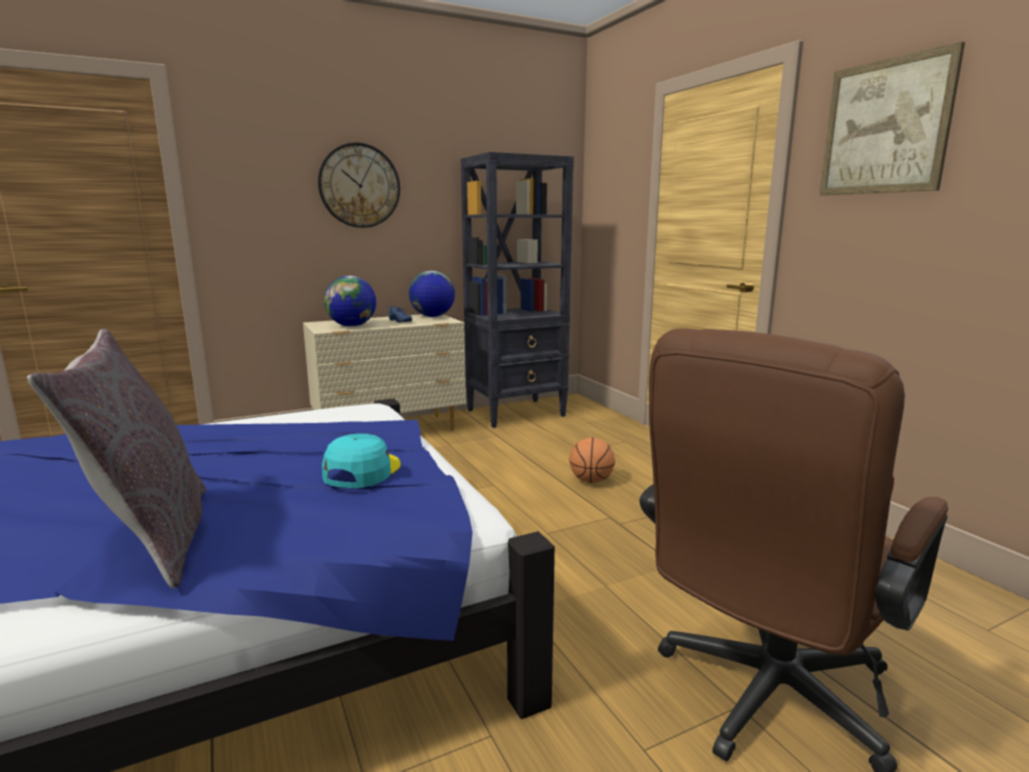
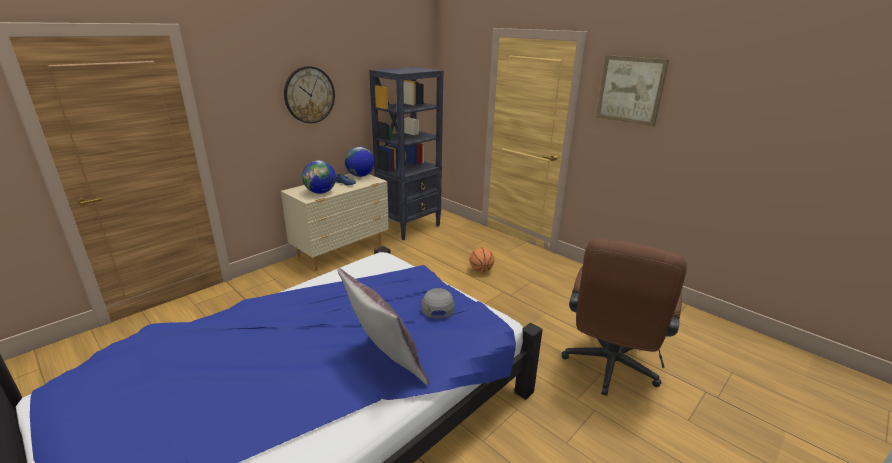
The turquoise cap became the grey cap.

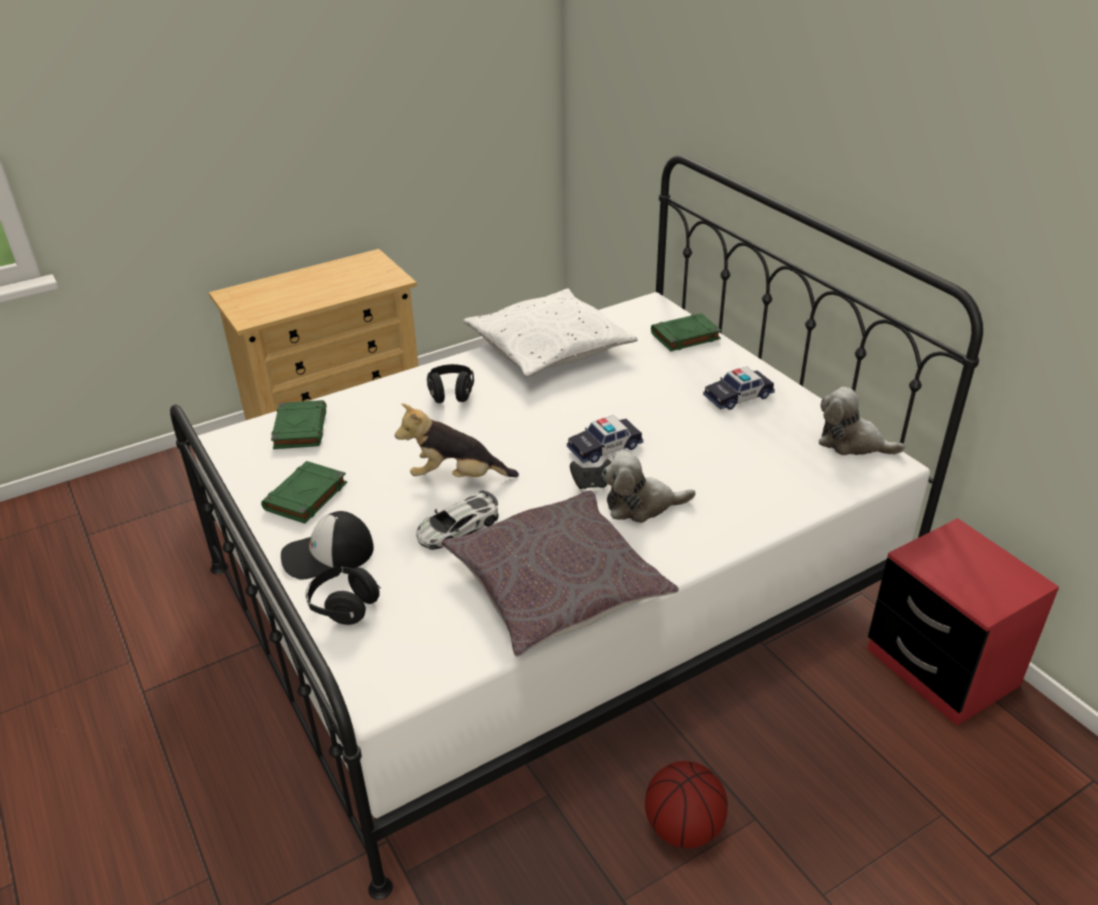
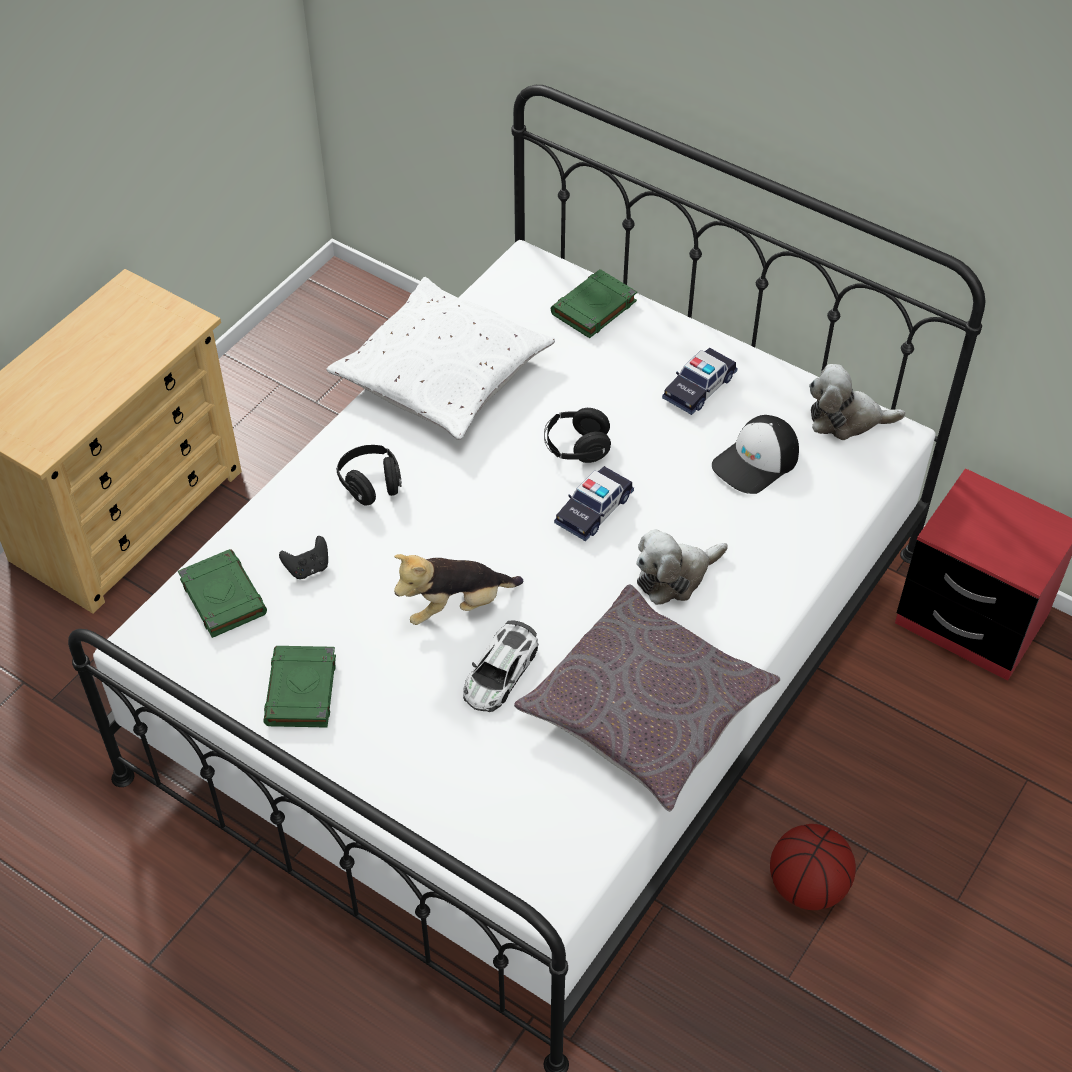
The black game controller moved.
The cap moved.
The black headphones (1st from left in the first image) moved.

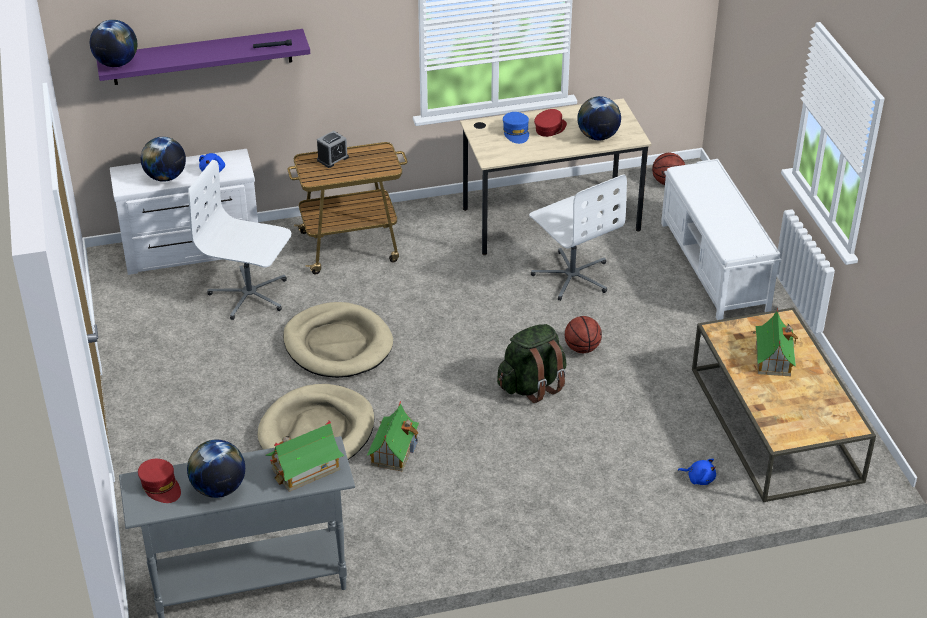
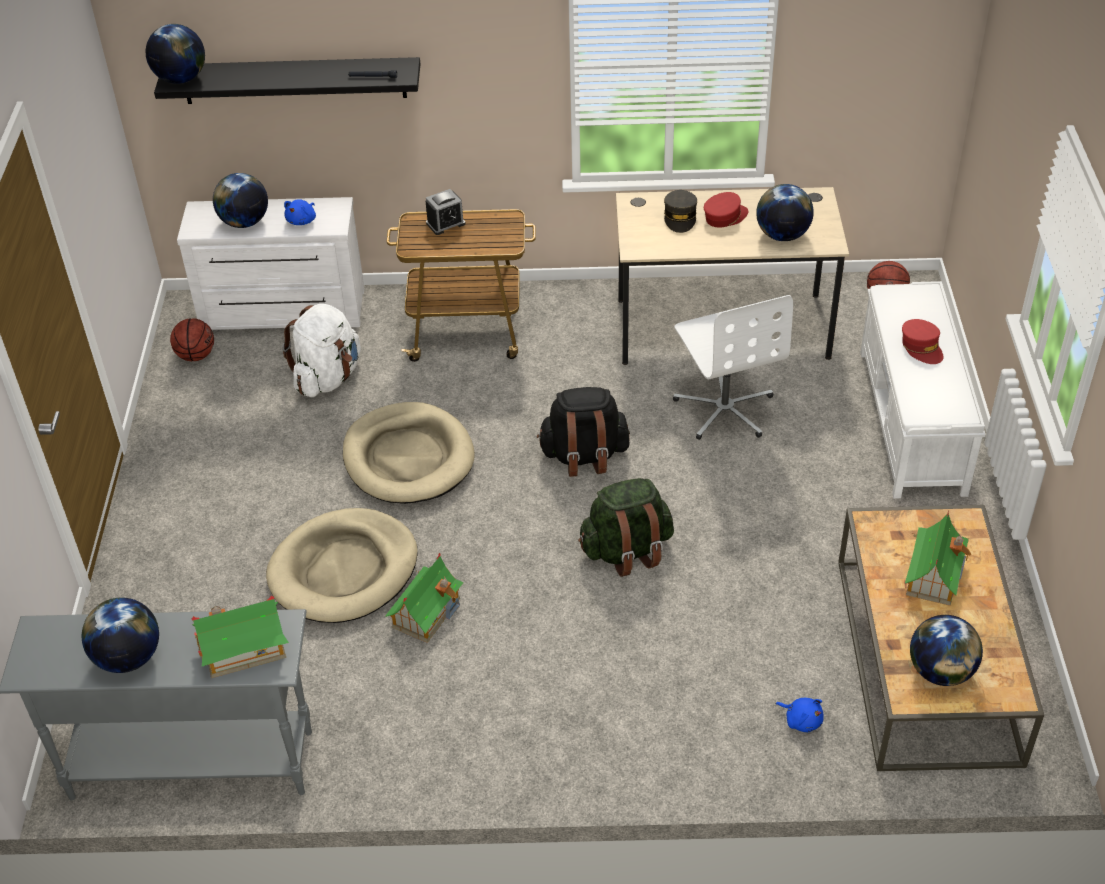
The purple shelf became the black shelf.
The blue cap became the grey cap.
The white office chair (1st from left) was replaced by the white backpack.
The basketball (1st from left) moved.
The red cap (1st from left in the first image) moved.
The black backpack appeared.
The globe (5th from left) appeared.

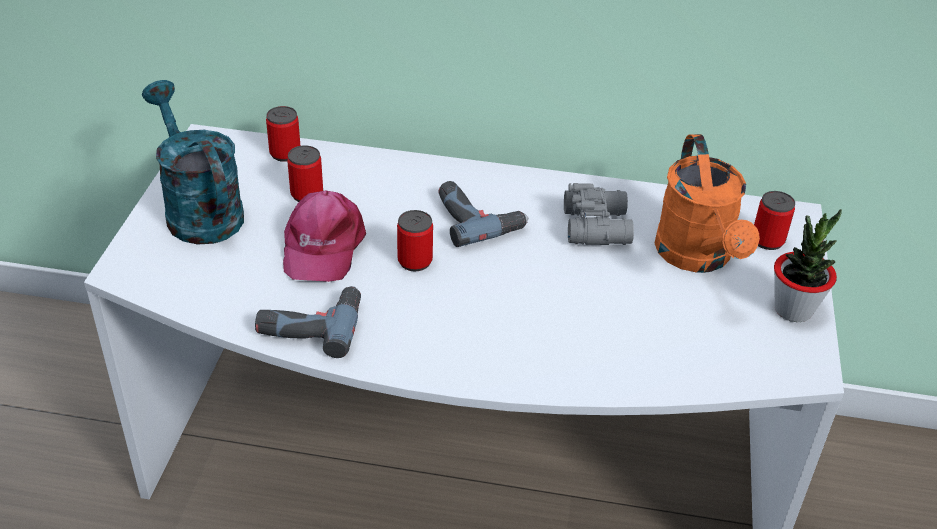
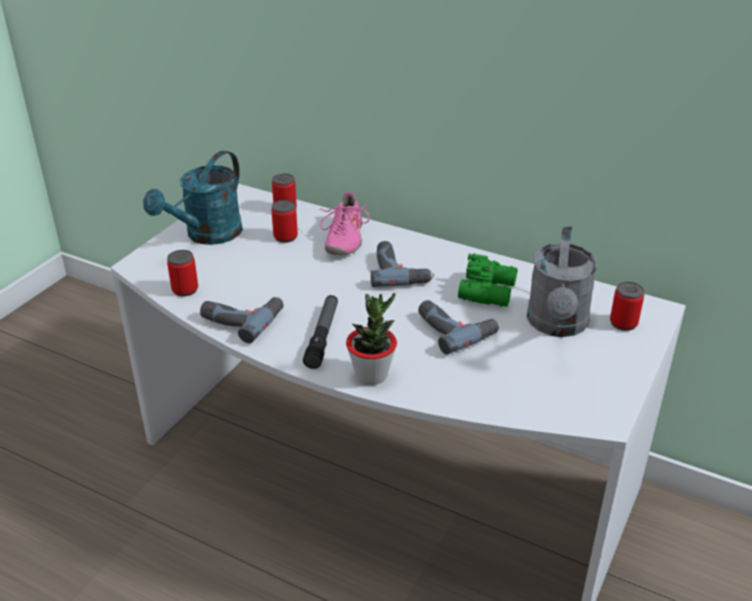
The turquoise watering can turned 135 degrees counterclockwise.
The orange watering can became the grey watering can.
The grey binoculars became the green binoculars.
The pink cap disappeared.
The potted plant moved.
The can (3rd from left in the first image) moved.
The pink shoe appeared.
The flashlight appeared.
The power drill (3rd from left) appeared.

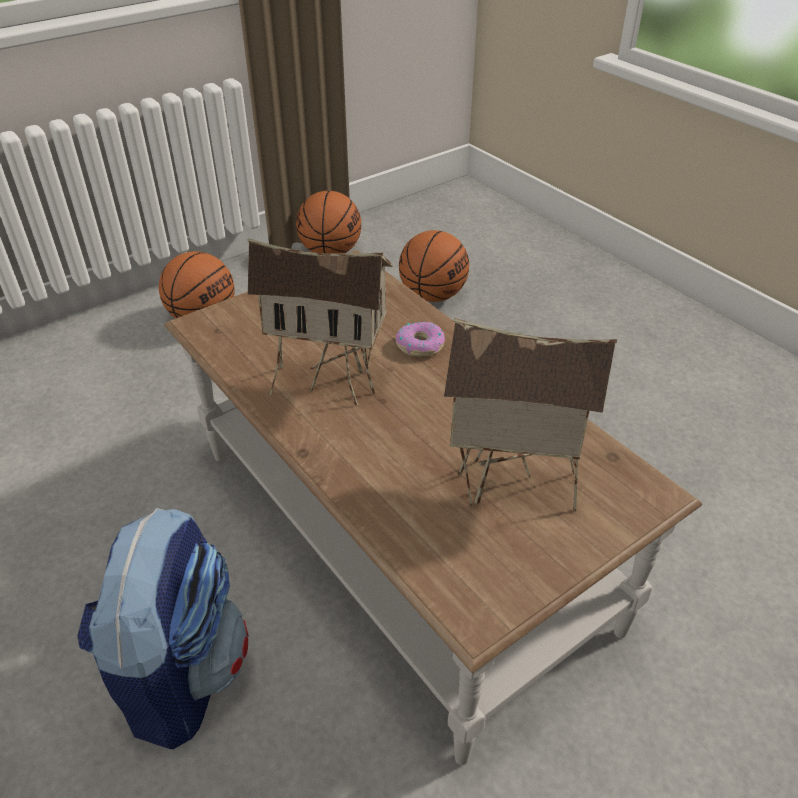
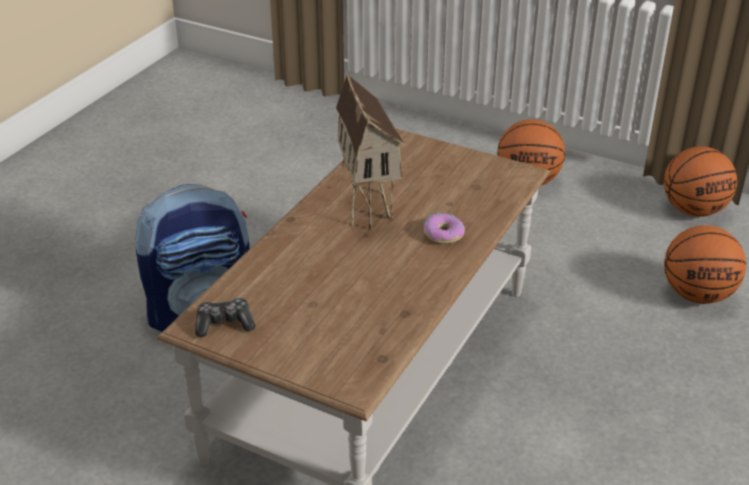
The toy house (2nd from left) disappeared.
The game controller appeared.

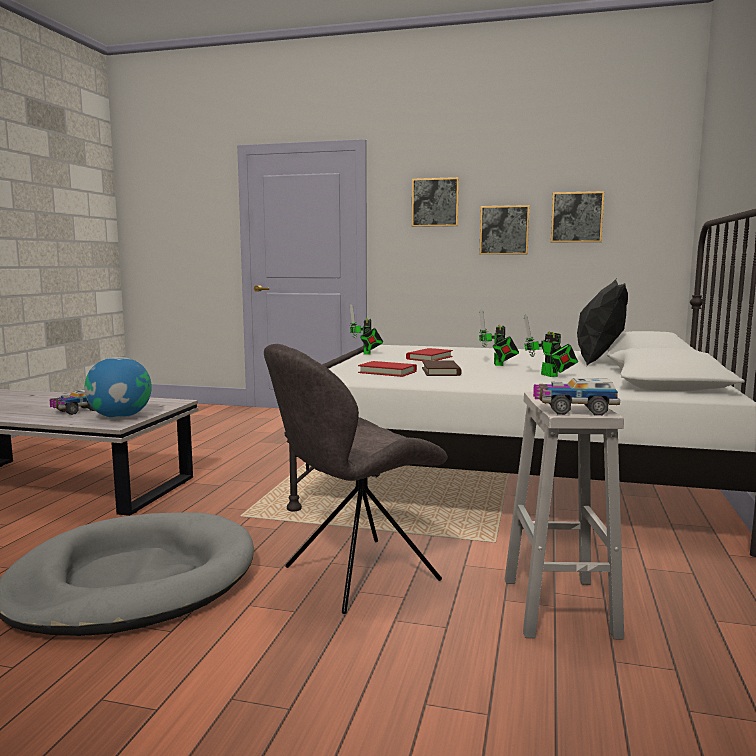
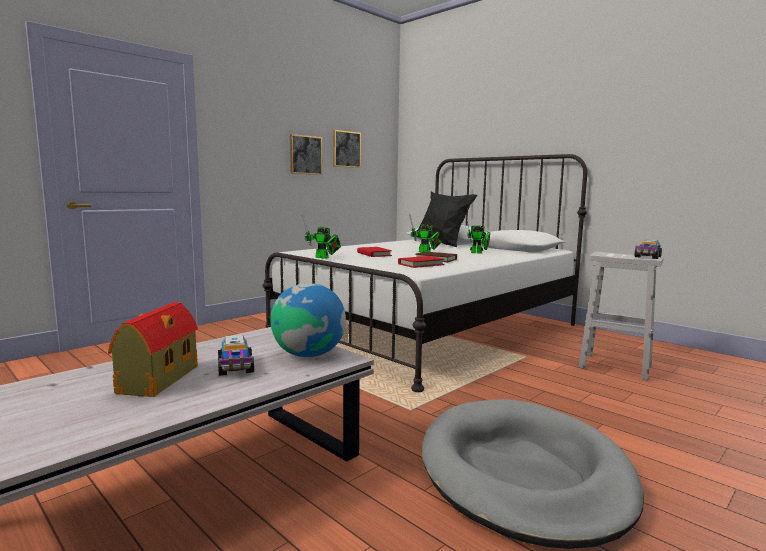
The picture (1st from left) disappeared.
The grey chair disappeared.
The toy house appeared.

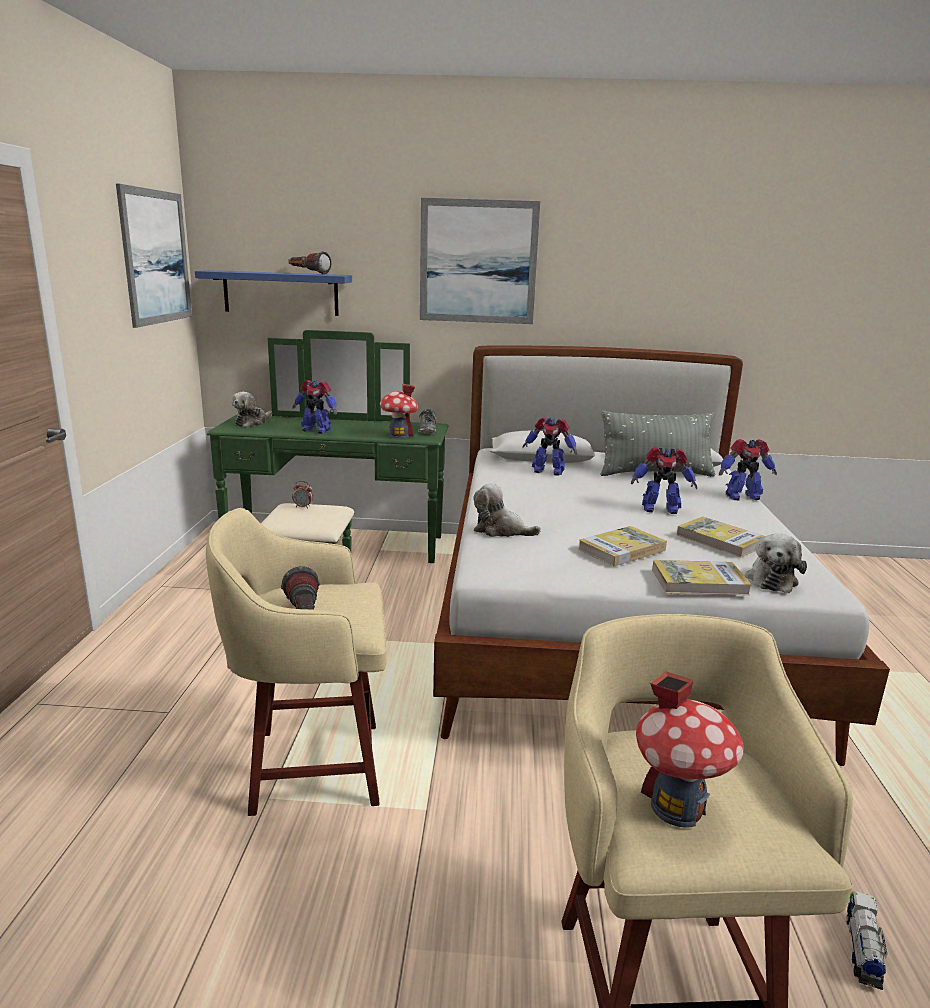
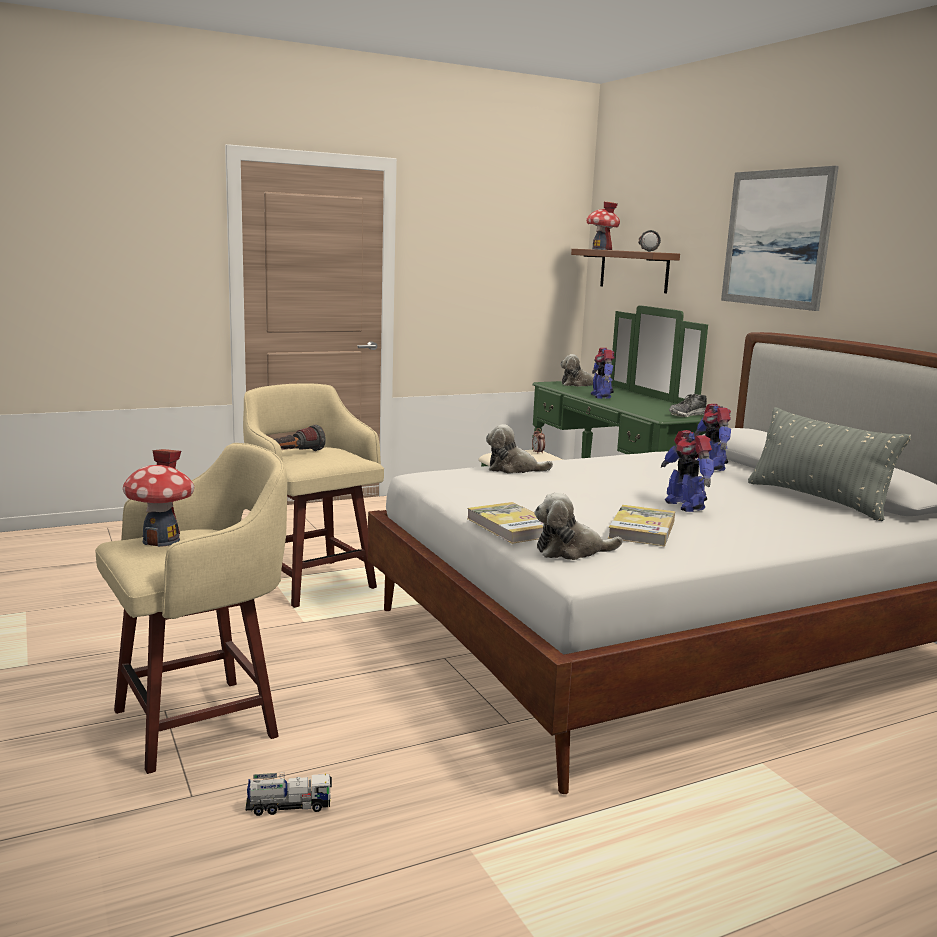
The picture (1st from left) disappeared.
The blue shelf became the brown shelf.
The toy house (1st from left in the first image) moved.
The toy robot (4th from left) disappeared.
The plush toy (2nd from left in the first image) turned 75 degrees counterclockwise.
The book (1st from left) disappeared.

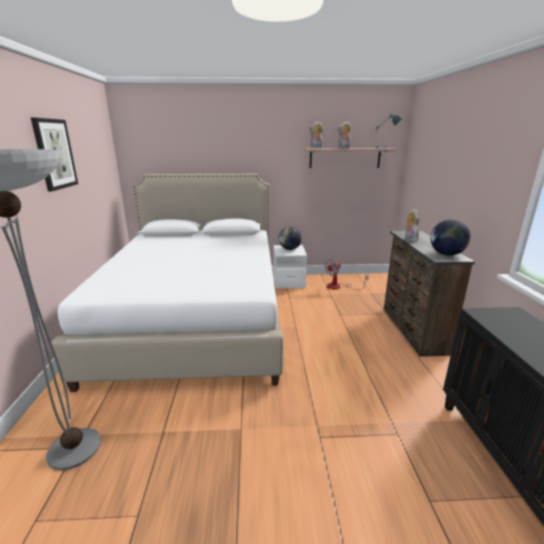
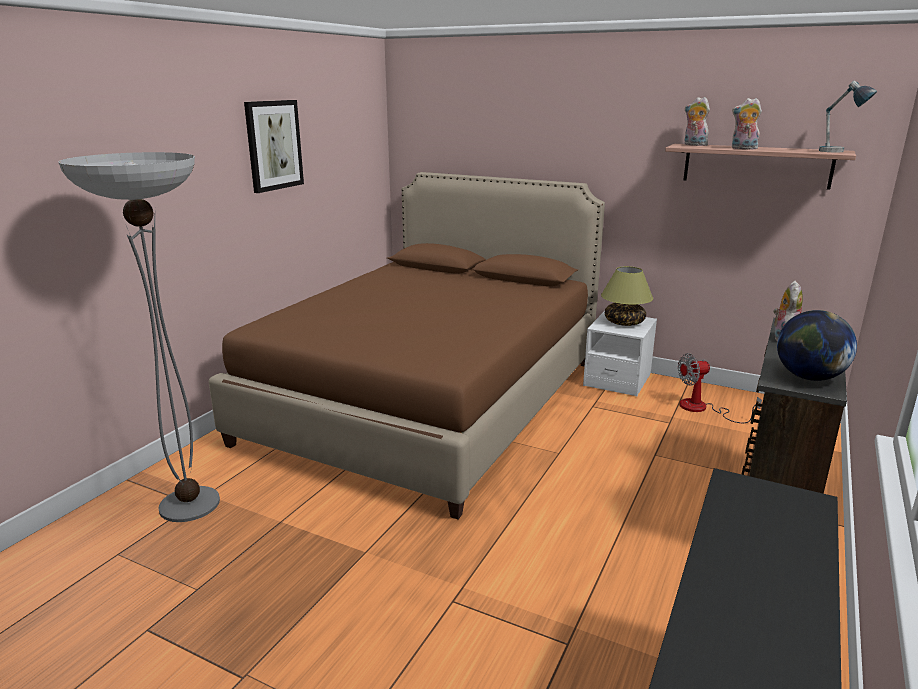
The white bed became the brown bed.
The globe (1st from left) was replaced by the table lamp (1st from left).

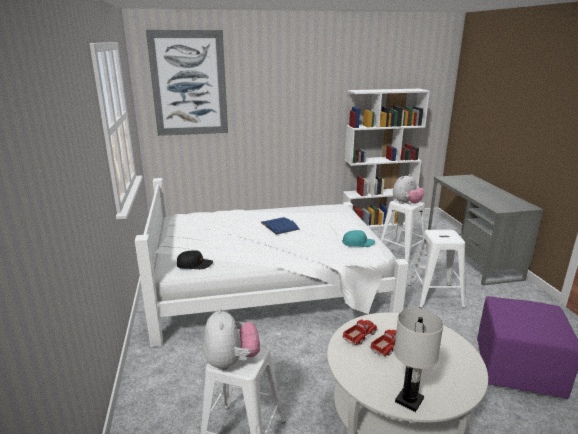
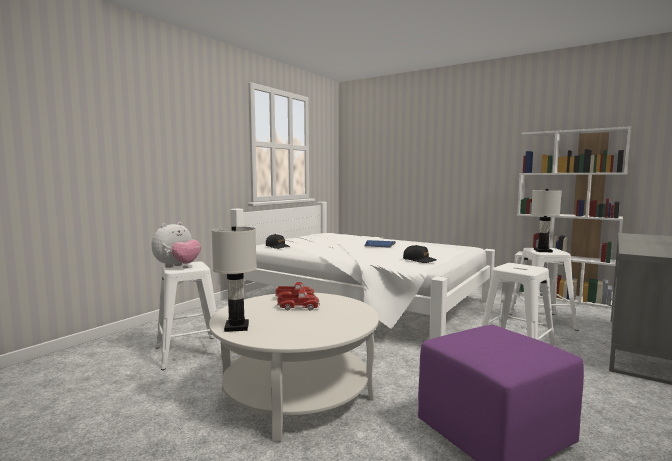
The picture disappeared.
The plush toy (2nd from left) was replaced by the white table lamp (2nd from left).
The turquoise cap became the black cap (2nd from left).

